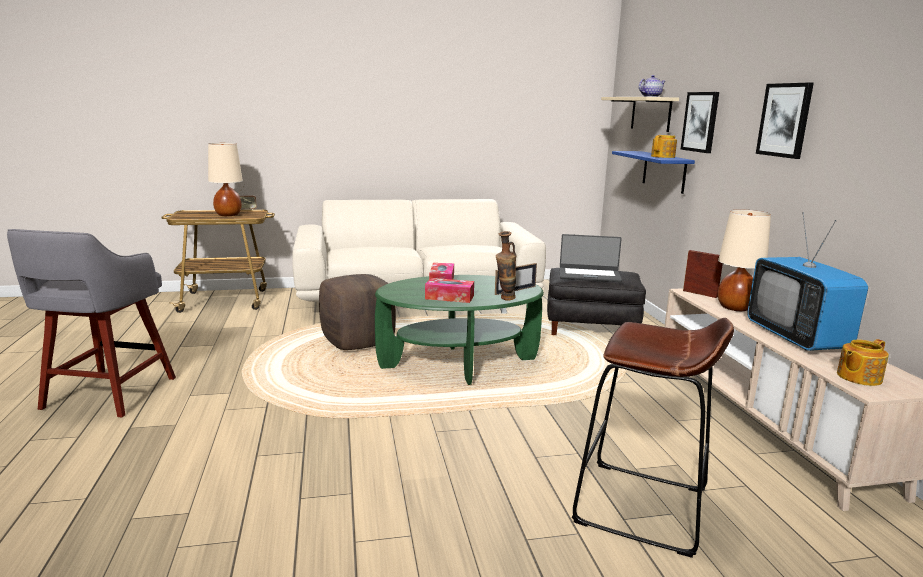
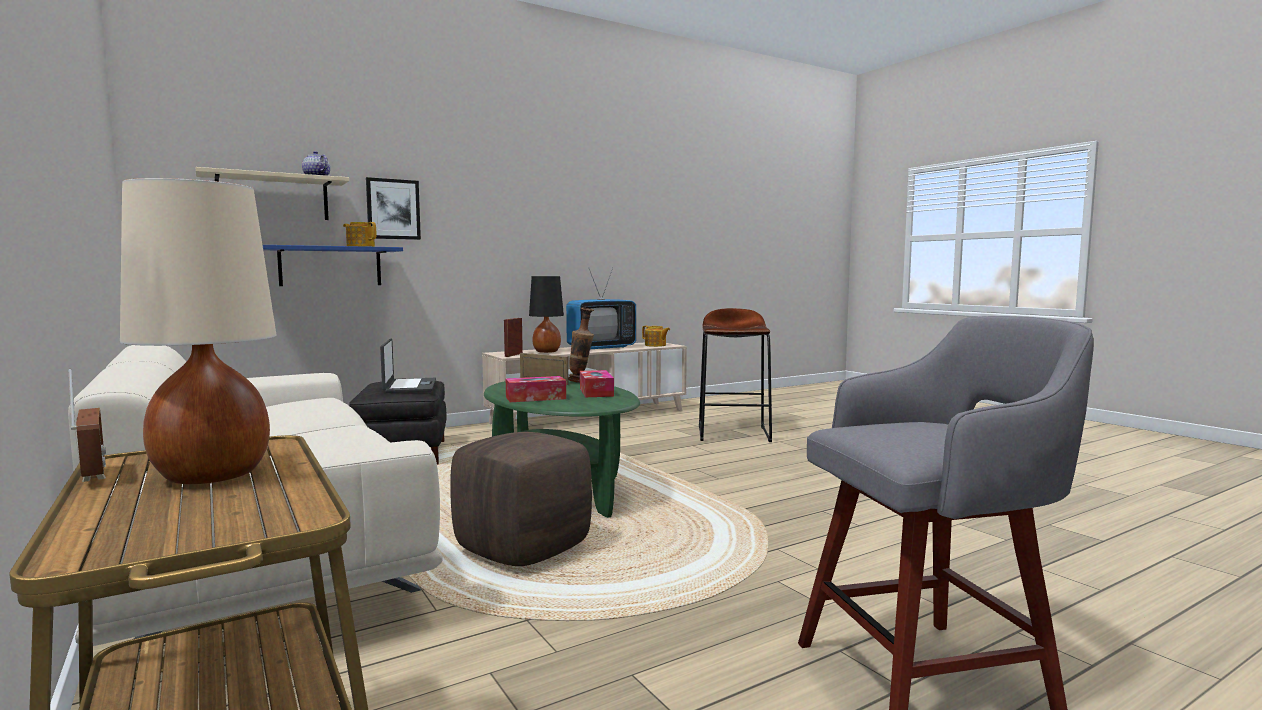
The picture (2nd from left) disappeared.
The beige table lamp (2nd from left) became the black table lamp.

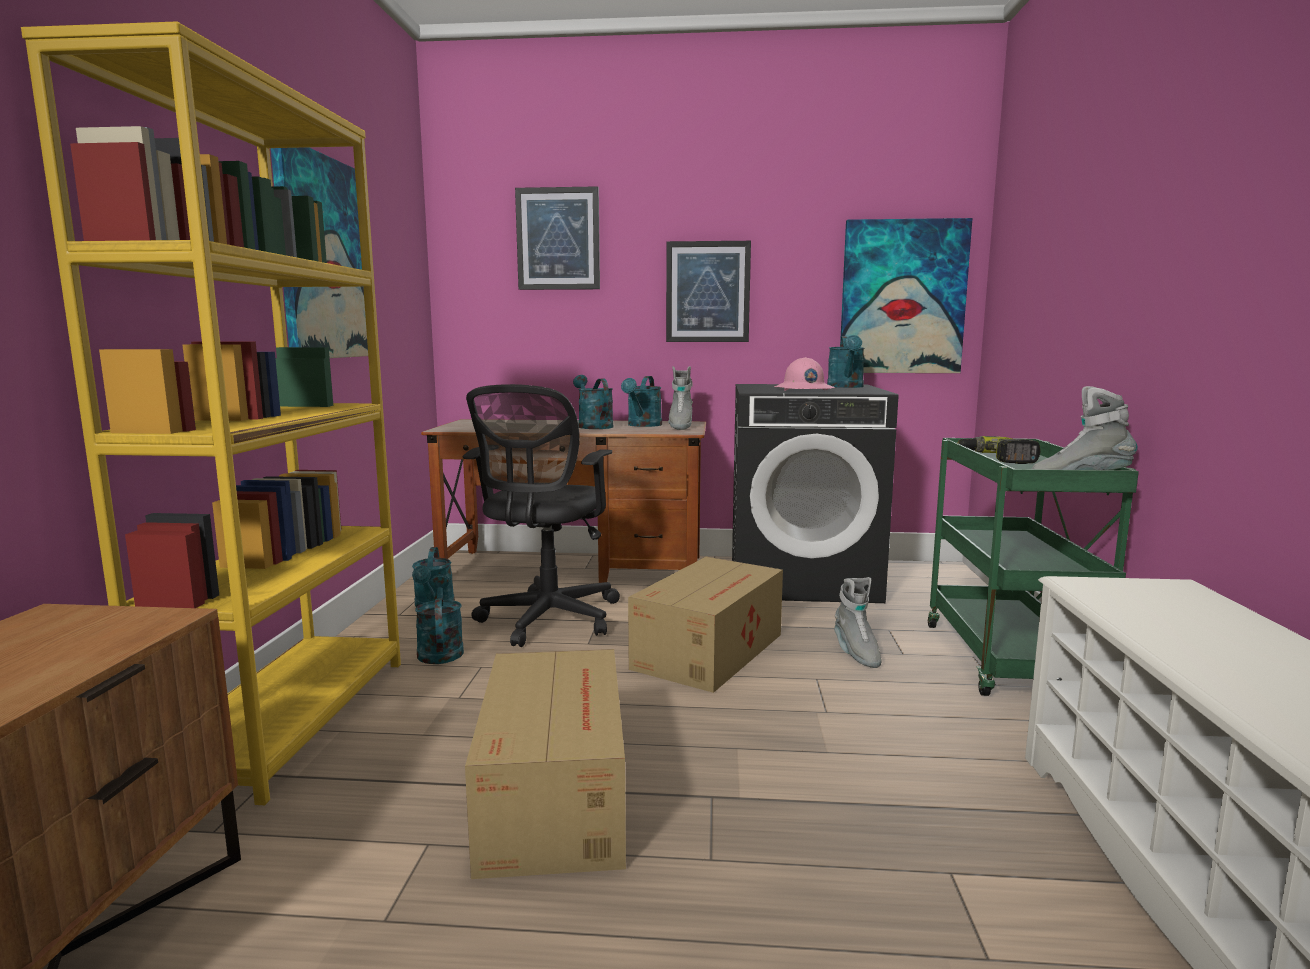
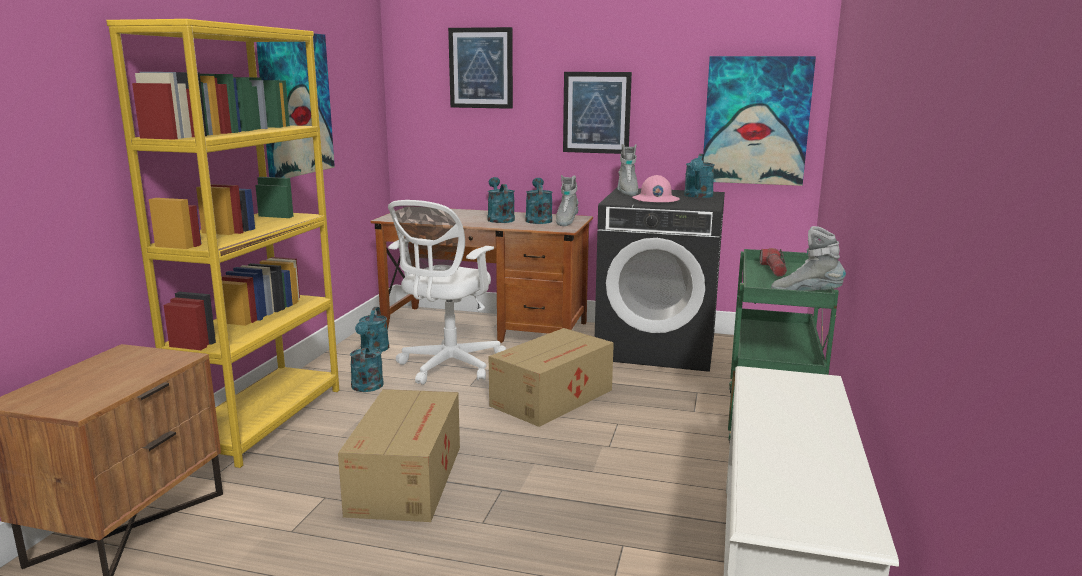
The turquoise watering can (4th from left) turned 150 degrees clockwise.
The black office chair became the white office chair.
The power drill was replaced by the flashlight.
The grey boot (2nd from left) moved.

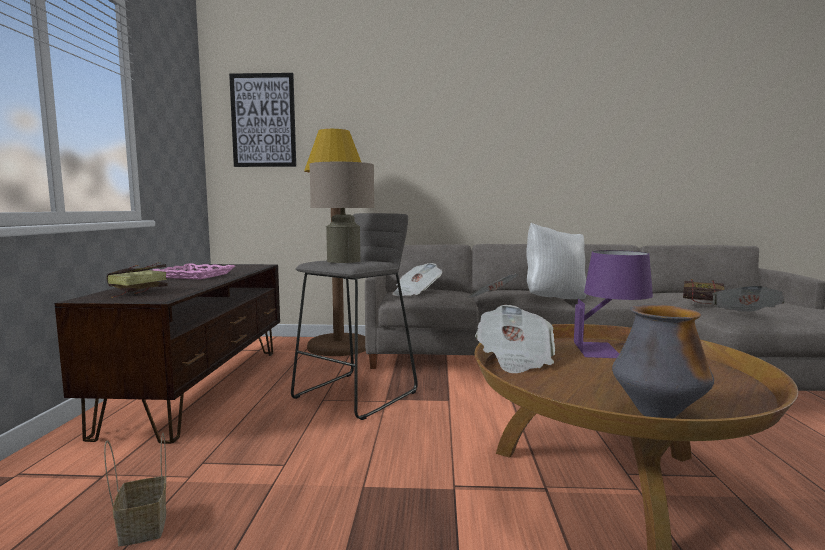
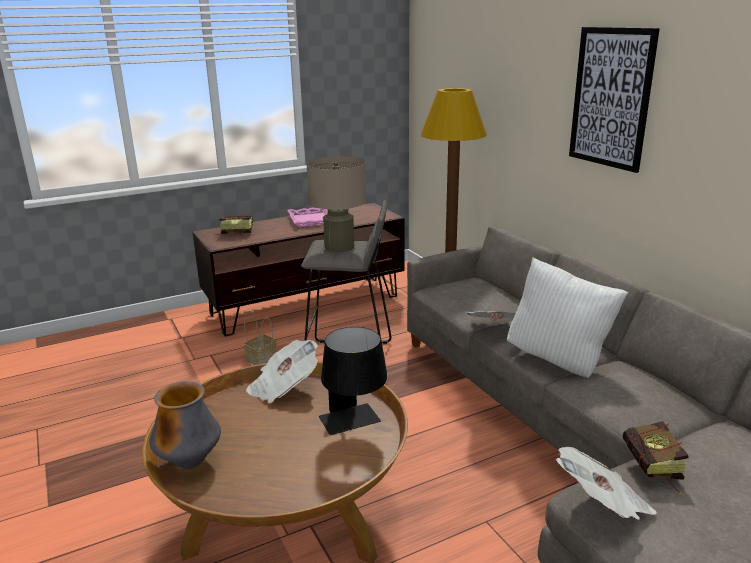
The picture moved.
The purple table lamp became the black table lamp.
The newspaper (1st from left) disappeared.
The basket moved.

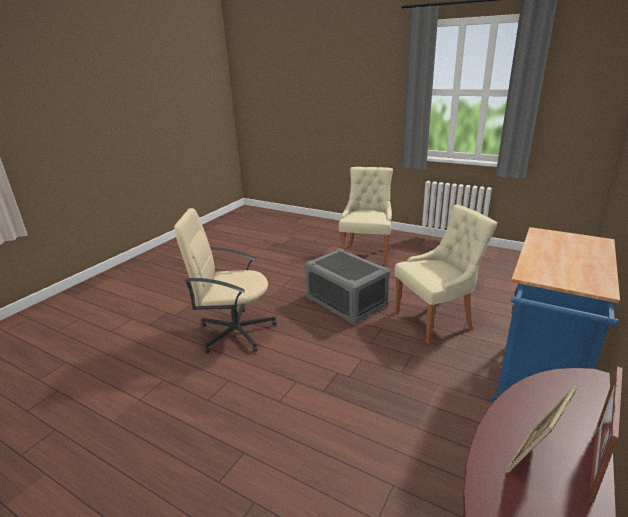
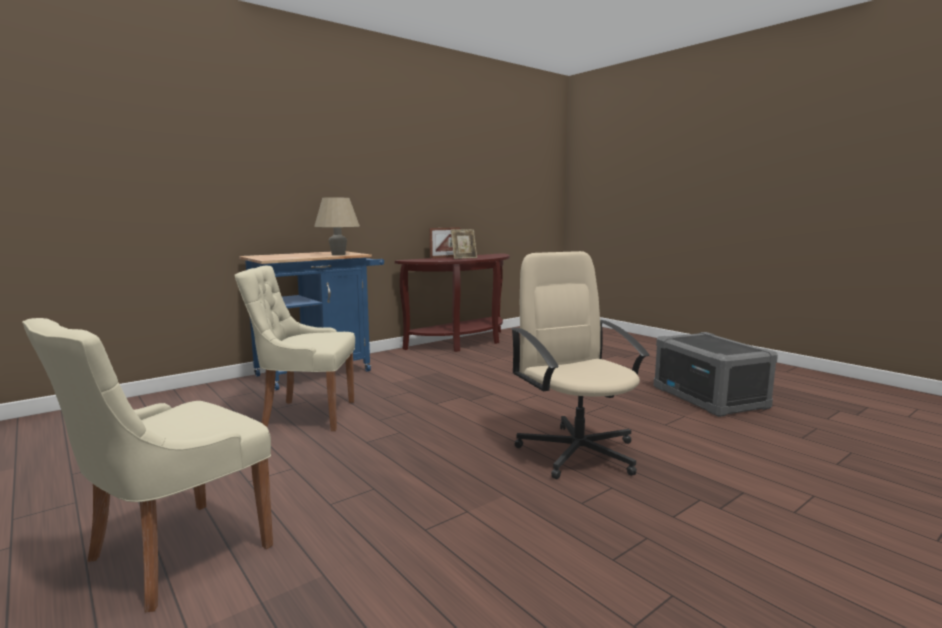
The beige office chair turned 135 degrees counterclockwise.
The grey storage box moved.
The beige table lamp appeared.

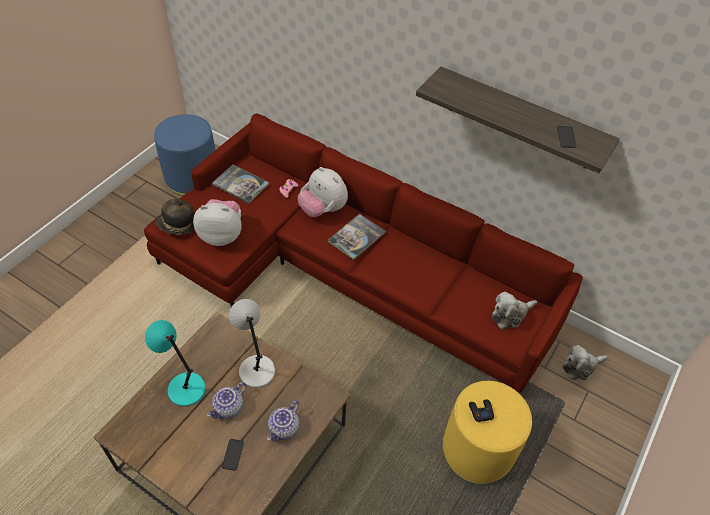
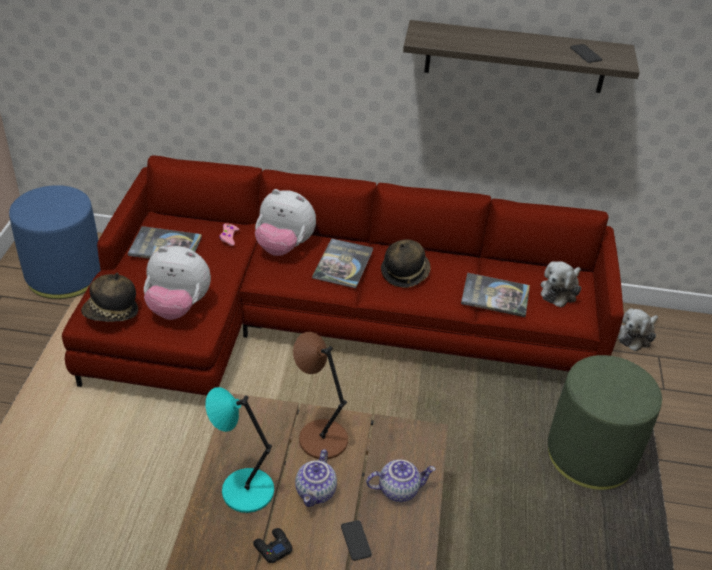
The plush toy (1st from left) turned 150 degrees counterclockwise.
The grey table lamp became the brown table lamp.
The yellow ottoman became the green ottoman.
The black game controller moved.
The teapot (2nd from left) turned 105 degrees counterclockwise.
The hat (2nd from left) appeared.
The book (3rd from left) appeared.

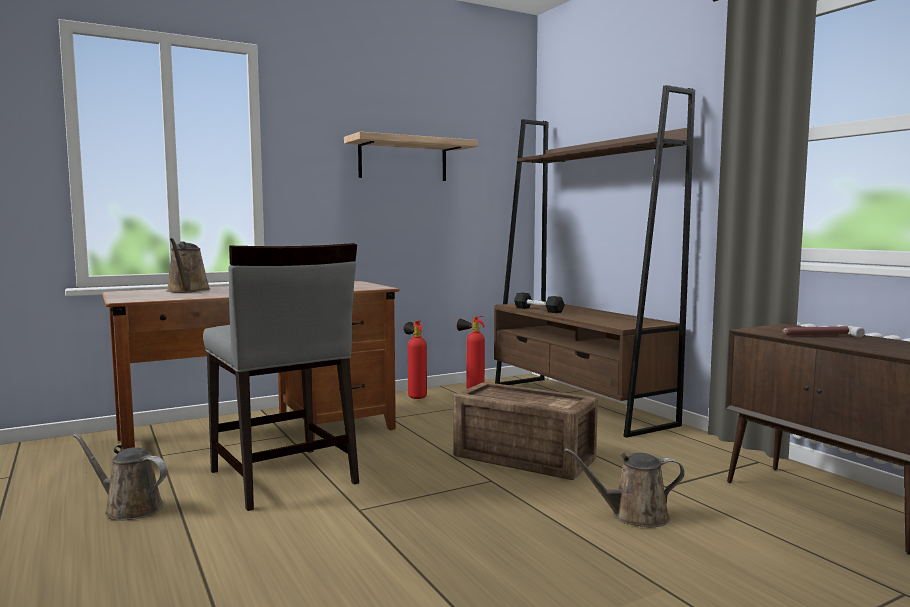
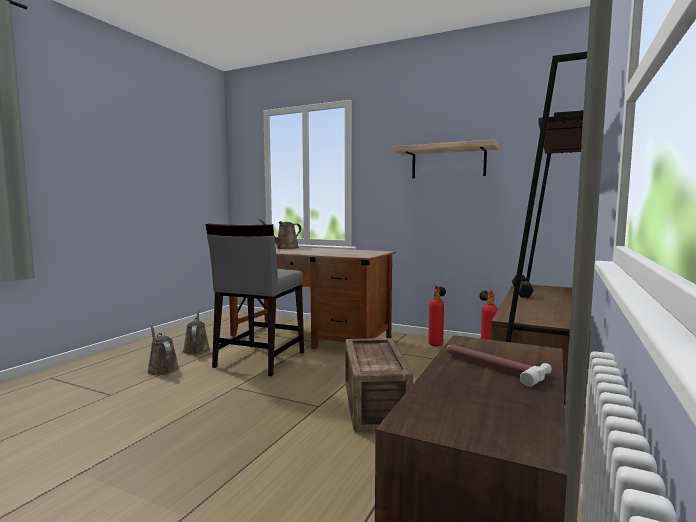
The brown watering can (3rd from left in the first image) moved.

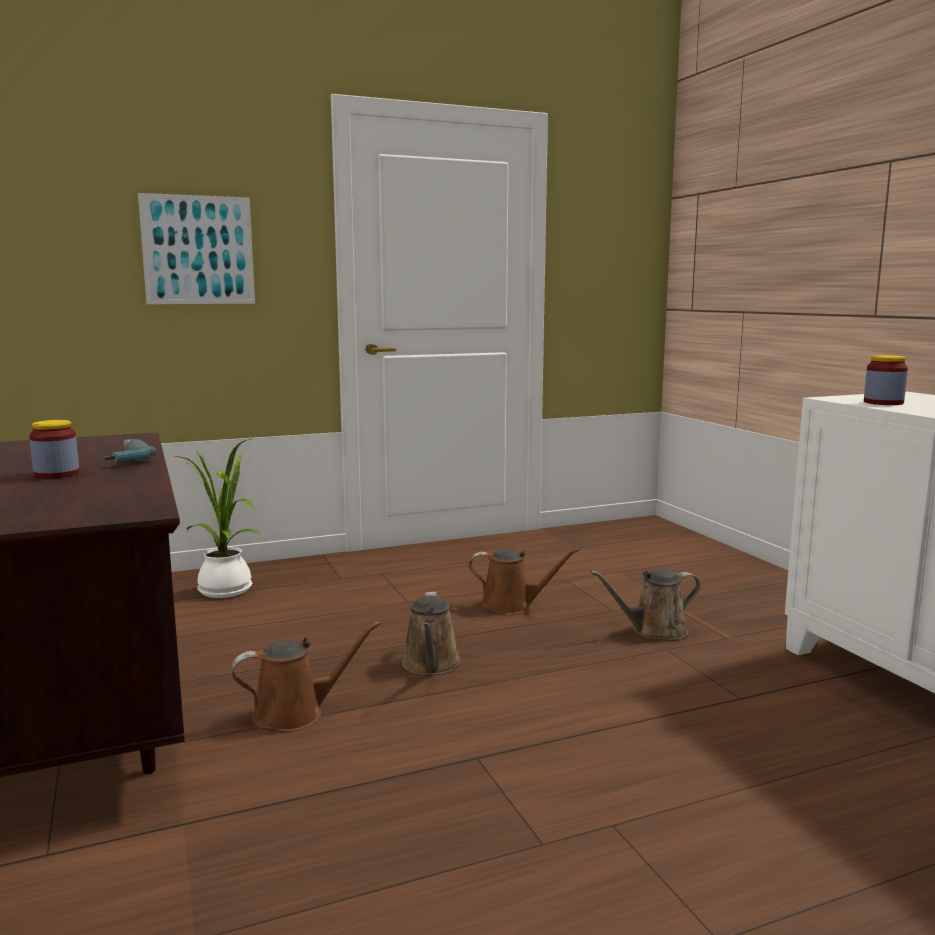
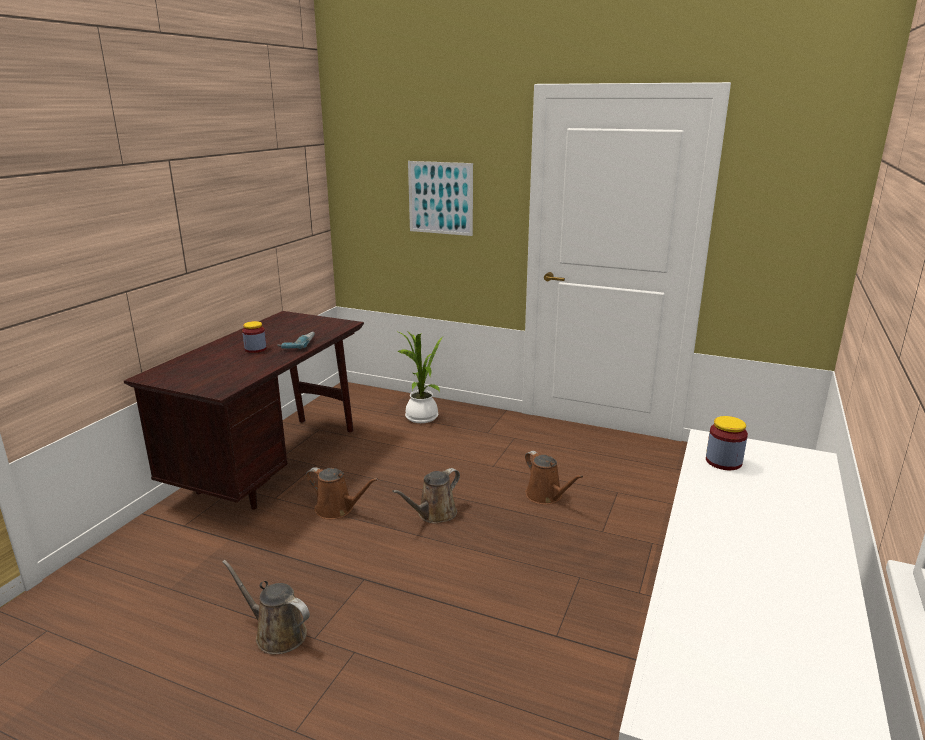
The brown watering can (4th from left in the first image) moved.

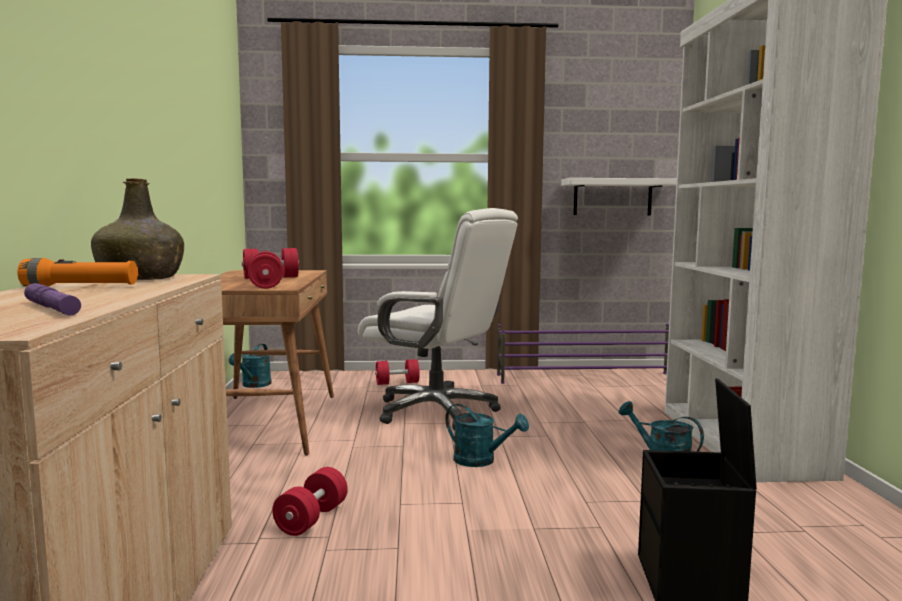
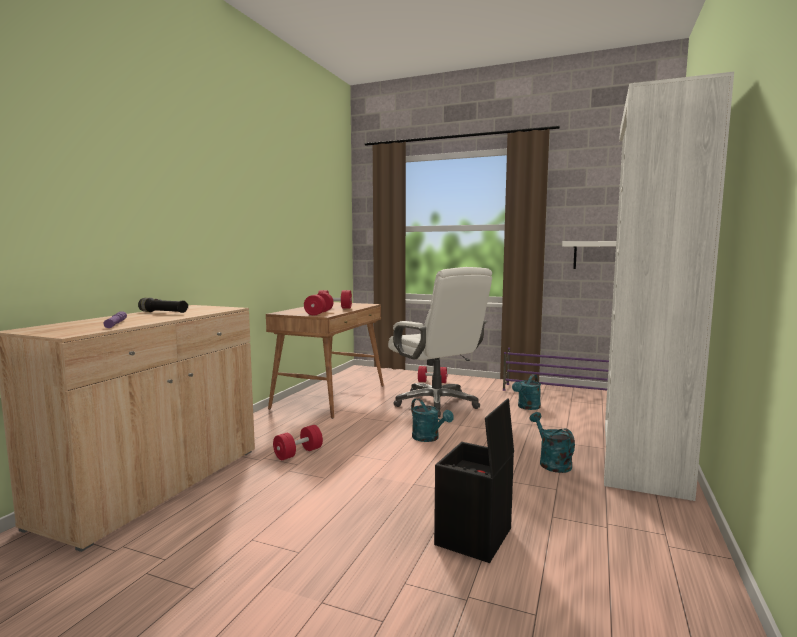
The green bottle disappeared.
The orange flashlight became the black flashlight.
The turquoise watering can (1st from left in the first image) moved.

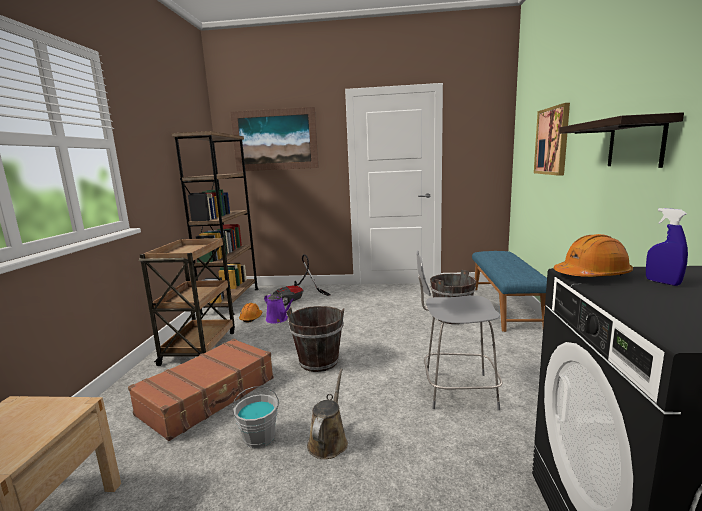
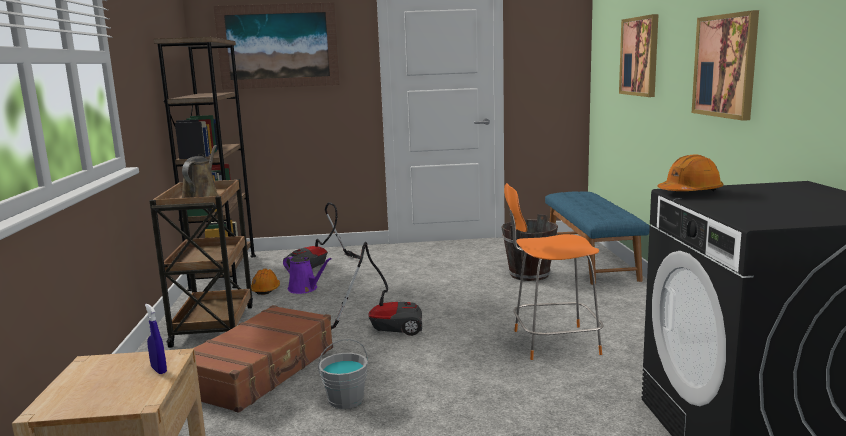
The shelf was replaced by the picture (3rd from left).
The blue spray bottle moved.
The grey chair became the orange chair.
The brown bucket (1st from left) was replaced by the vacuum cleaner (2nd from left).
The brown watering can moved.

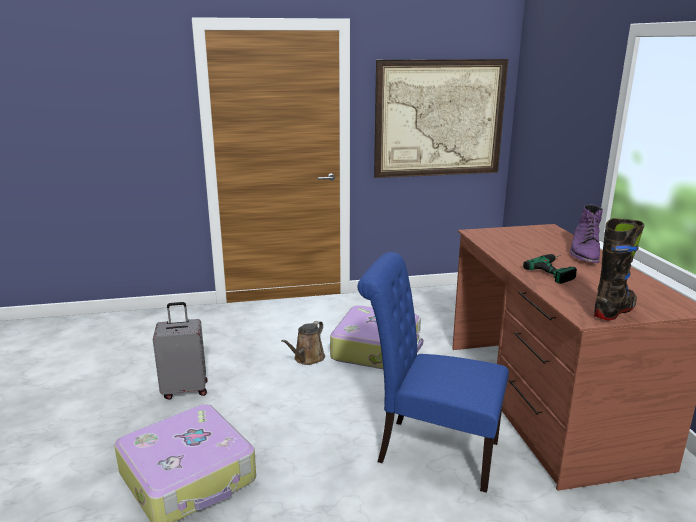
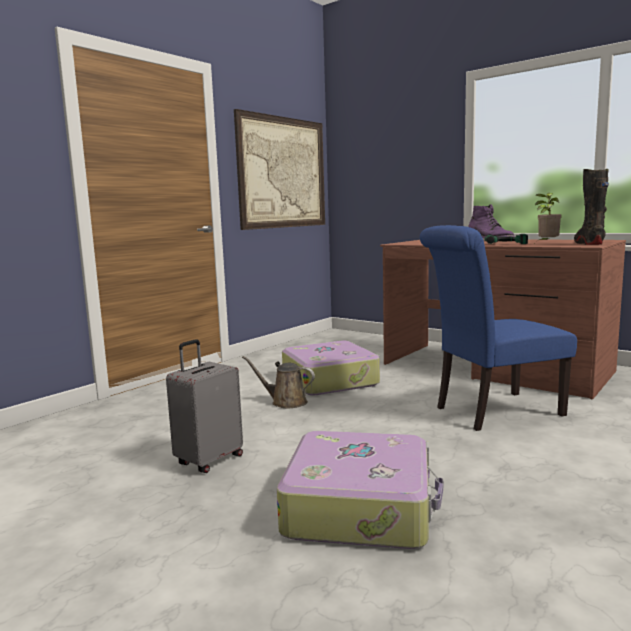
The brown watering can turned 120 degrees clockwise.
The potted plant appeared.

